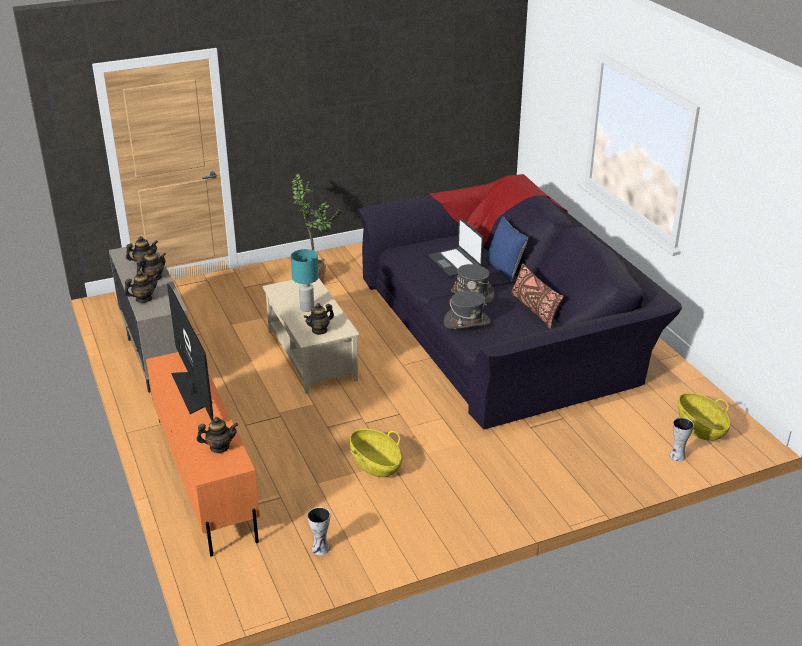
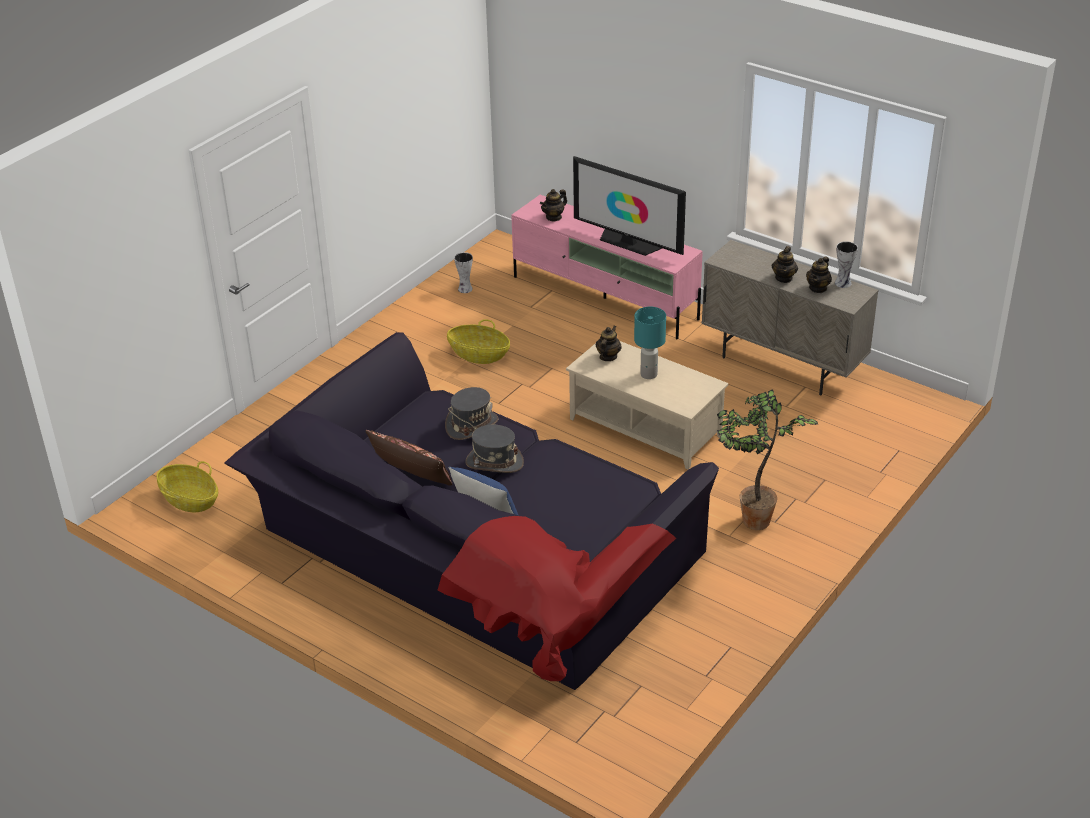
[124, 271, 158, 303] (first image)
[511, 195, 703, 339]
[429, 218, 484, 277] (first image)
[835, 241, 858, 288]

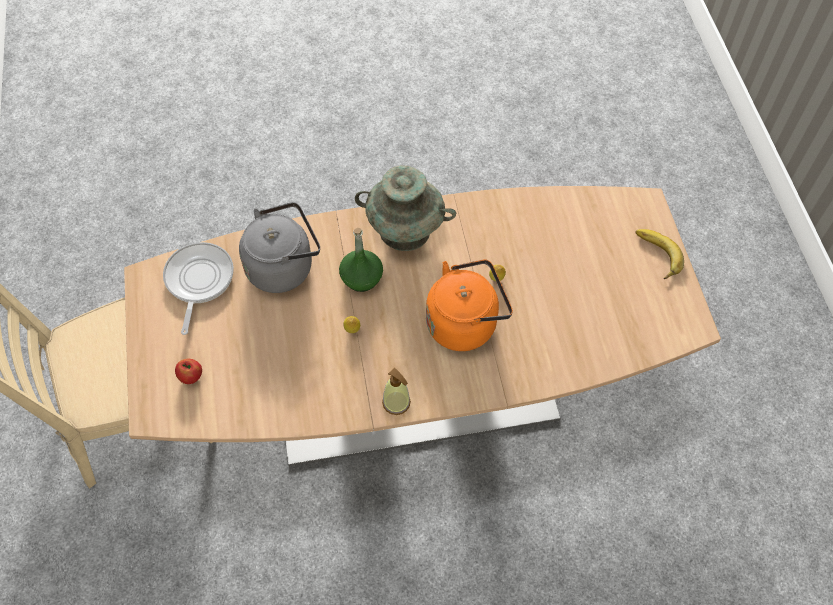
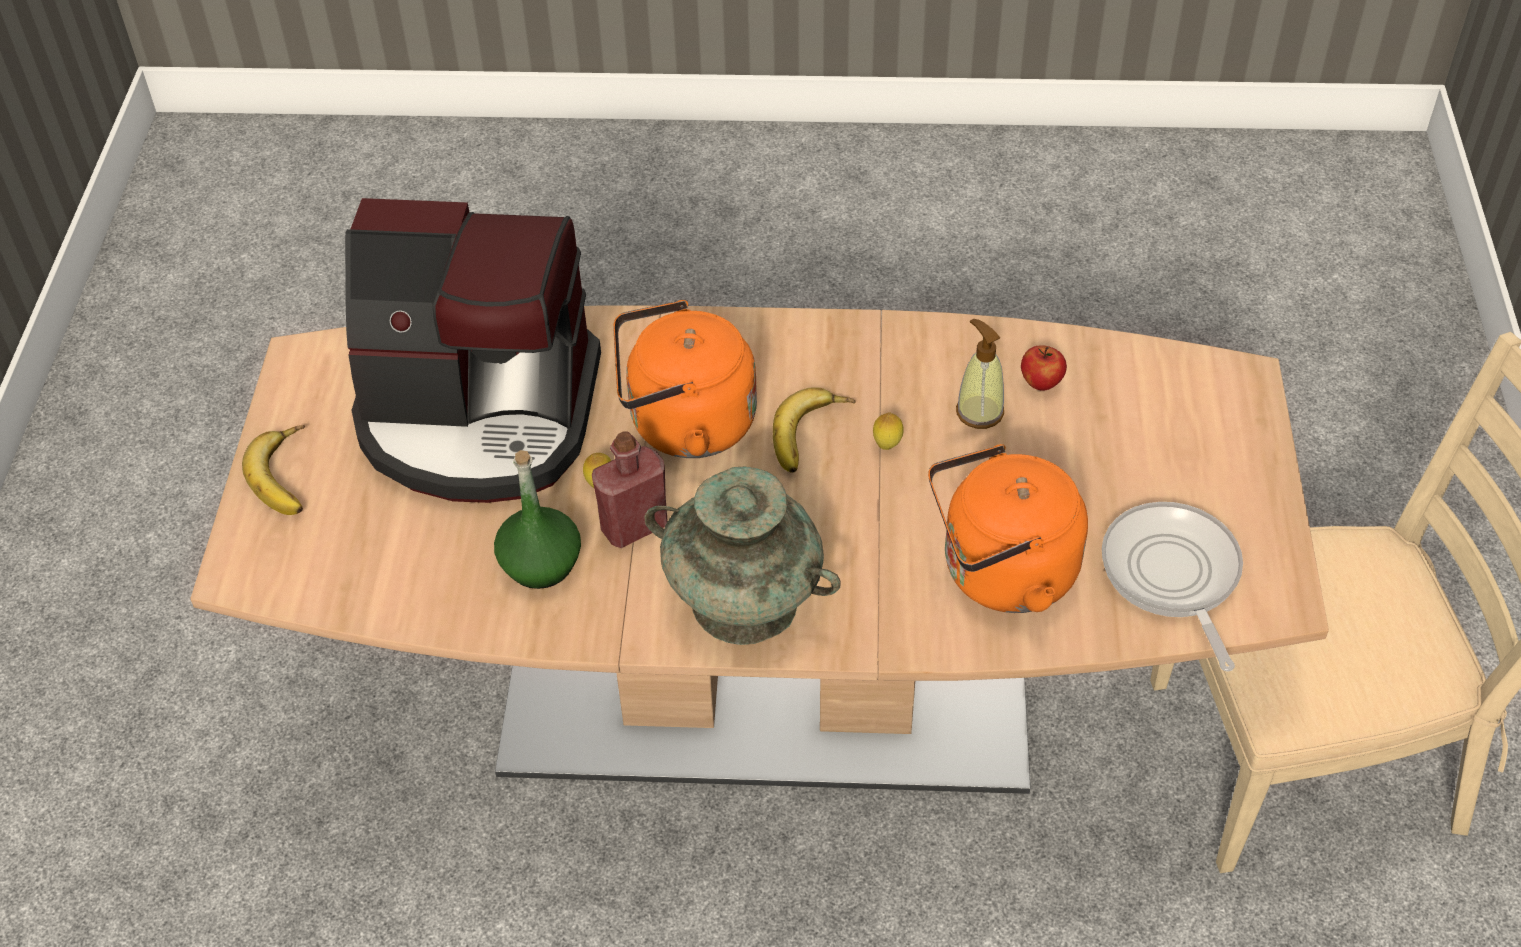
[1102, 502, 1243, 671]
[1021, 345, 1067, 391]
[928, 444, 1088, 613]
[494, 450, 581, 589]
[956, 319, 1004, 429]
[345, 198, 601, 503]
[592, 431, 667, 548]
[773, 387, 856, 473]

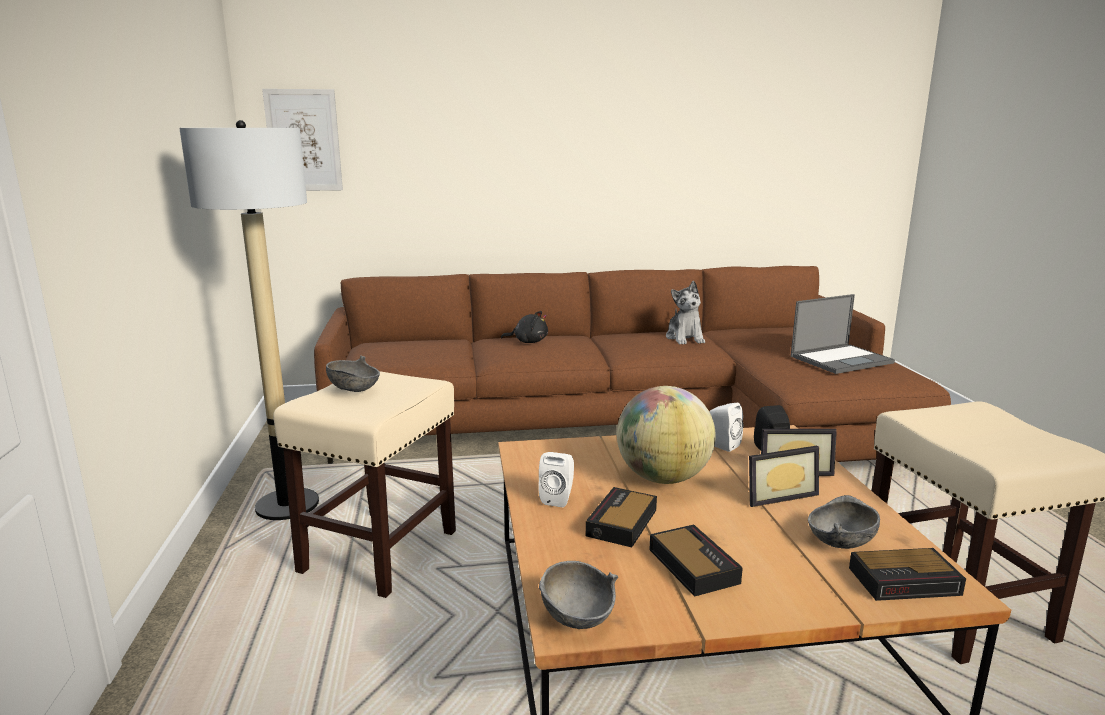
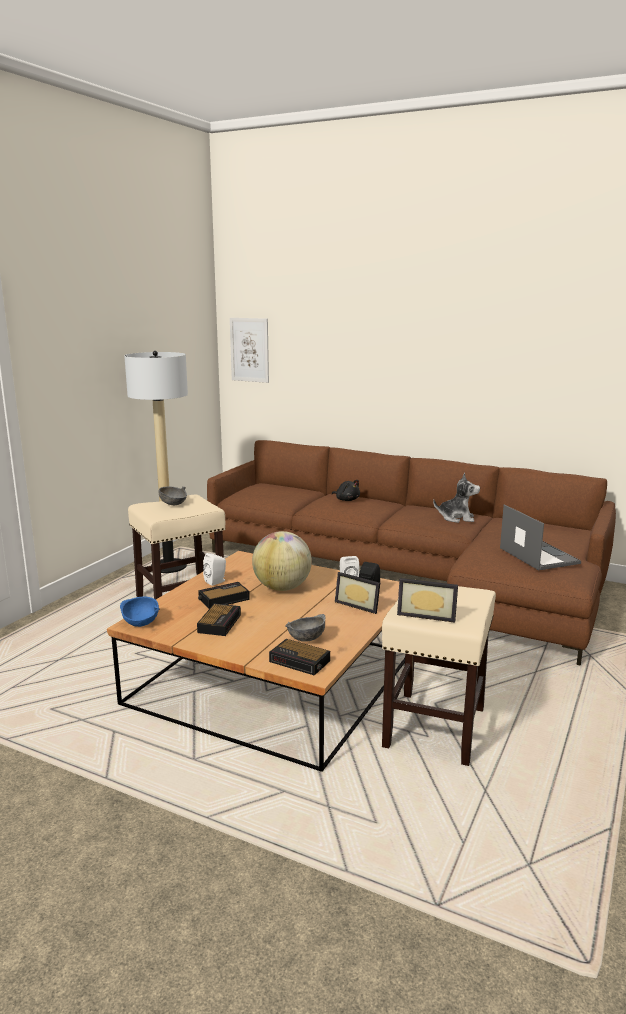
[120, 597, 160, 627]
[433, 473, 480, 523]
[397, 578, 458, 623]
[500, 504, 581, 570]

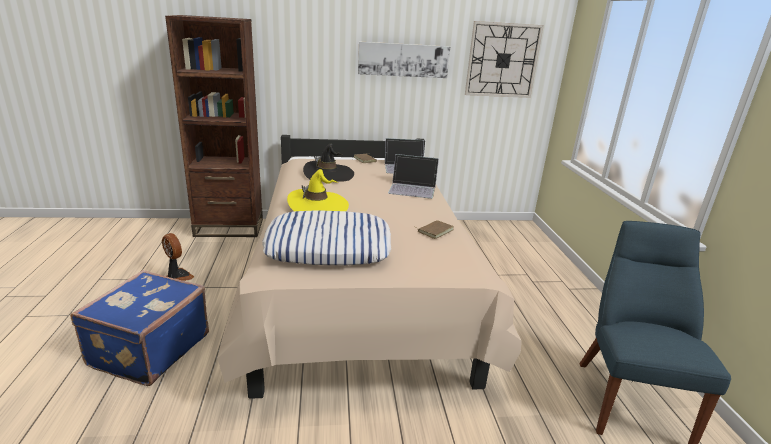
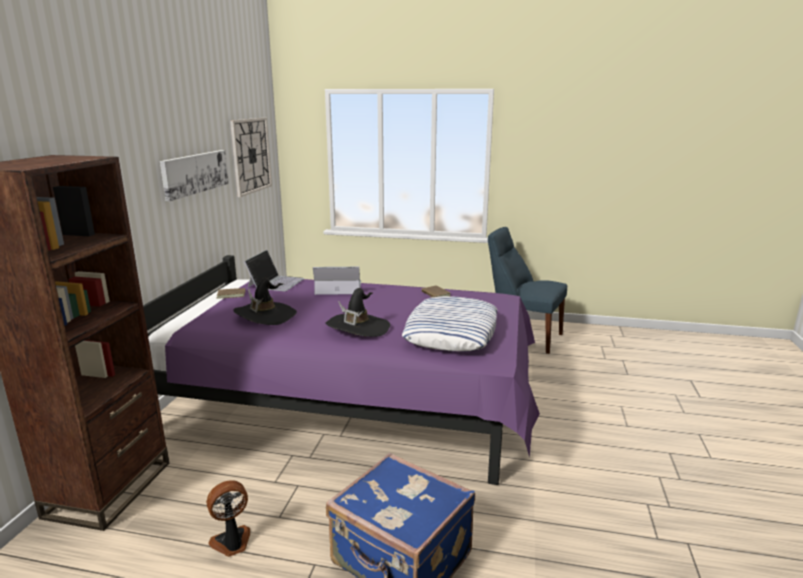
[143, 255, 540, 485]
[325, 288, 390, 337]
[313, 267, 361, 295]

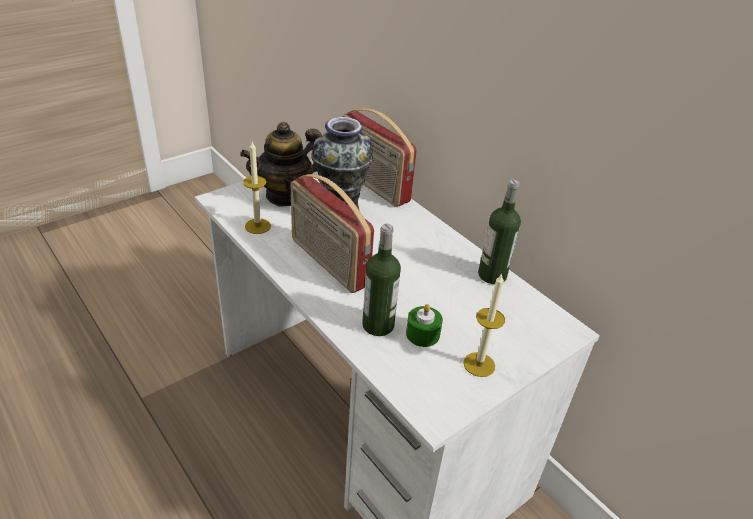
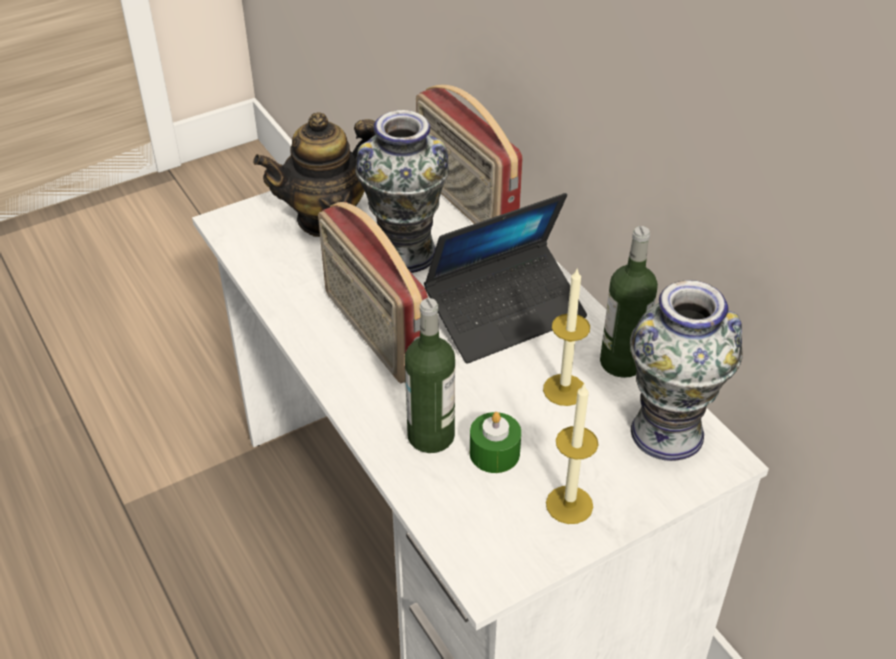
[543, 267, 590, 406]
[424, 193, 587, 363]
[630, 280, 743, 461]

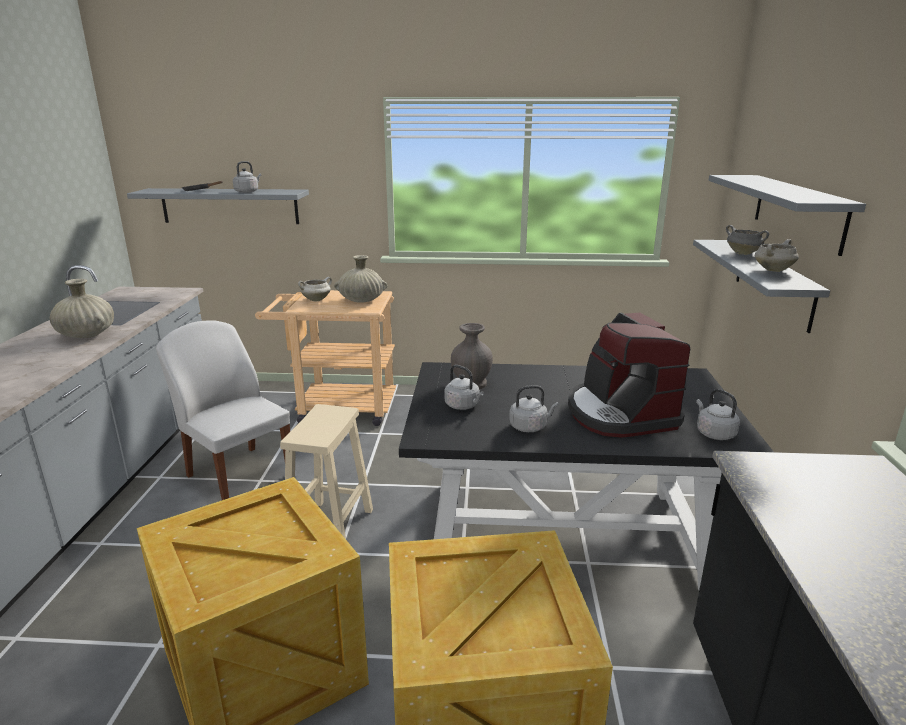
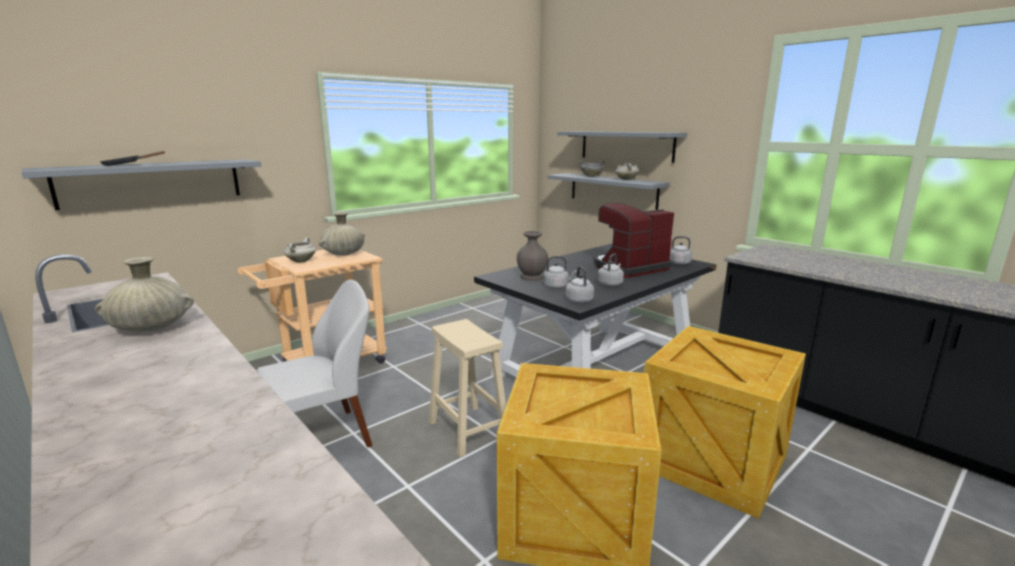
[257, 280, 372, 448]
[566, 266, 594, 303]
[593, 203, 674, 278]

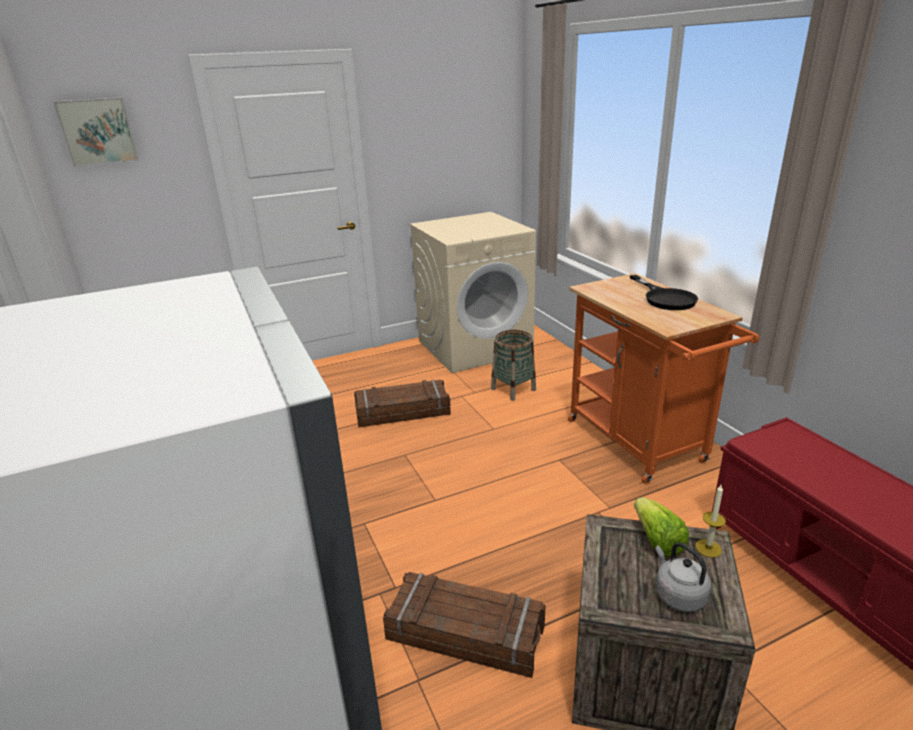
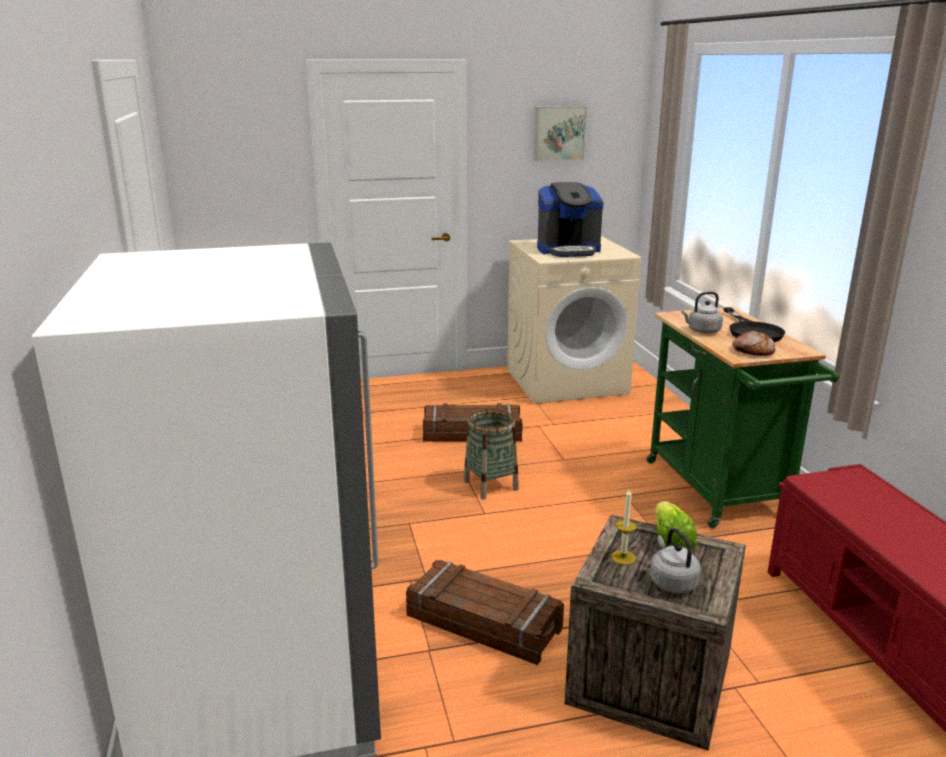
[534, 106, 587, 161]
[464, 409, 519, 499]
[646, 307, 840, 528]
[611, 489, 637, 565]
[537, 182, 603, 257]
[682, 292, 723, 334]
[732, 331, 775, 356]

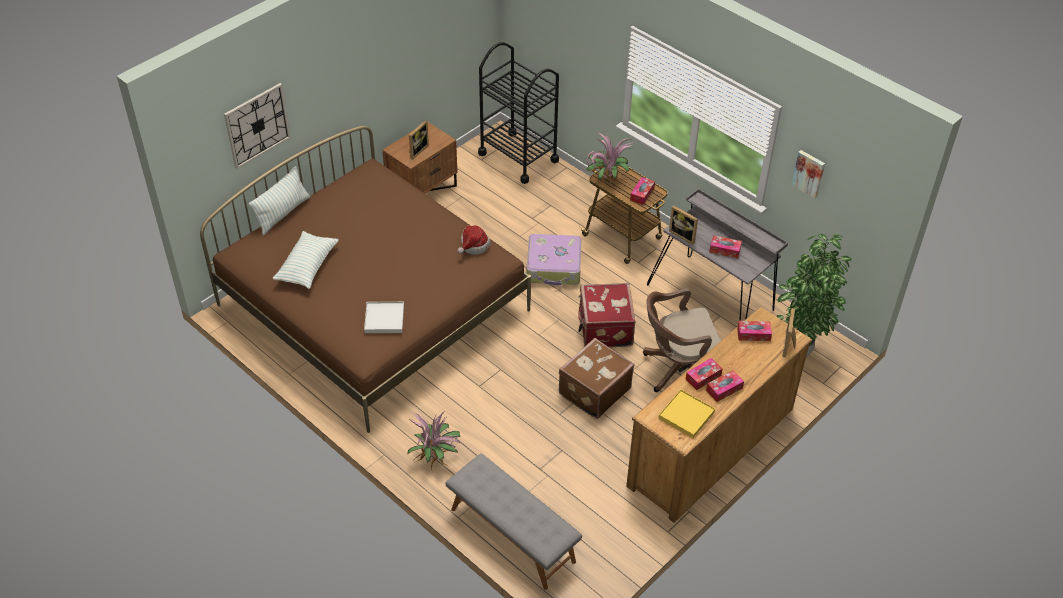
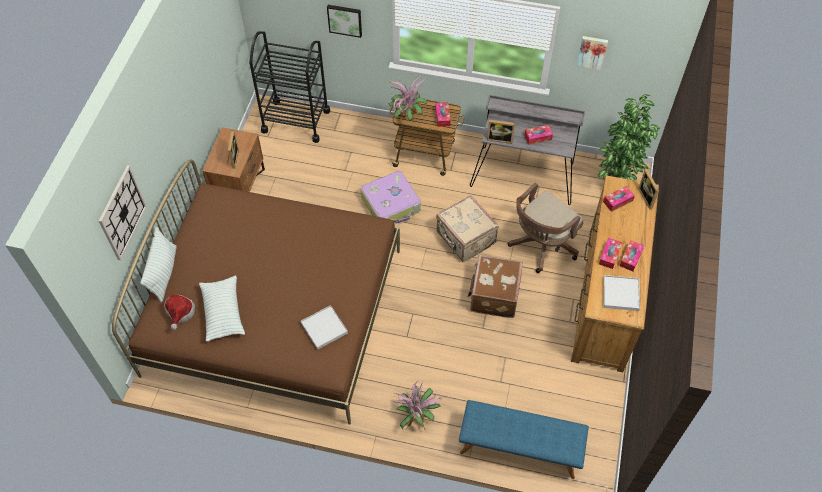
[459, 400, 589, 479]
[164, 295, 195, 330]
[436, 195, 498, 262]
[603, 275, 640, 311]
[327, 5, 362, 38]

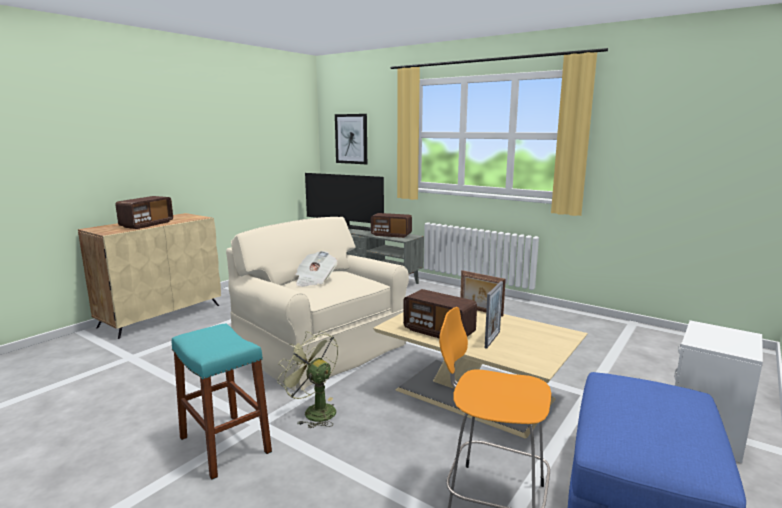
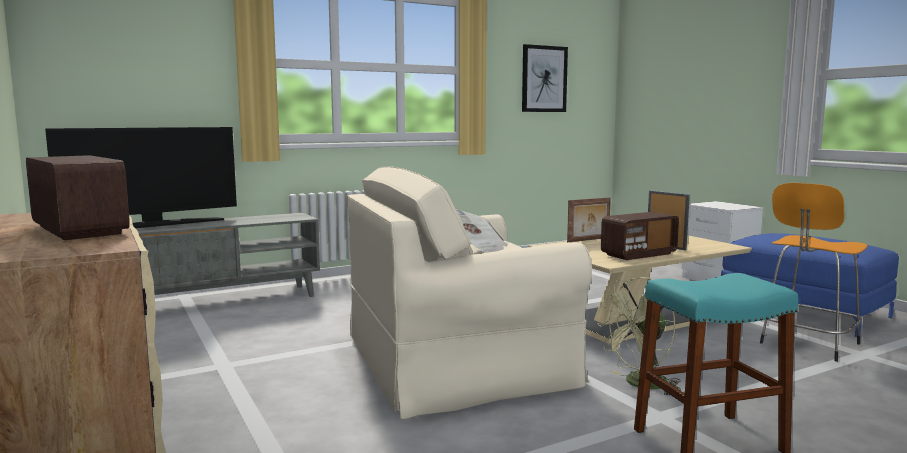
[522, 44, 568, 112]
[371, 213, 412, 238] (first image)

